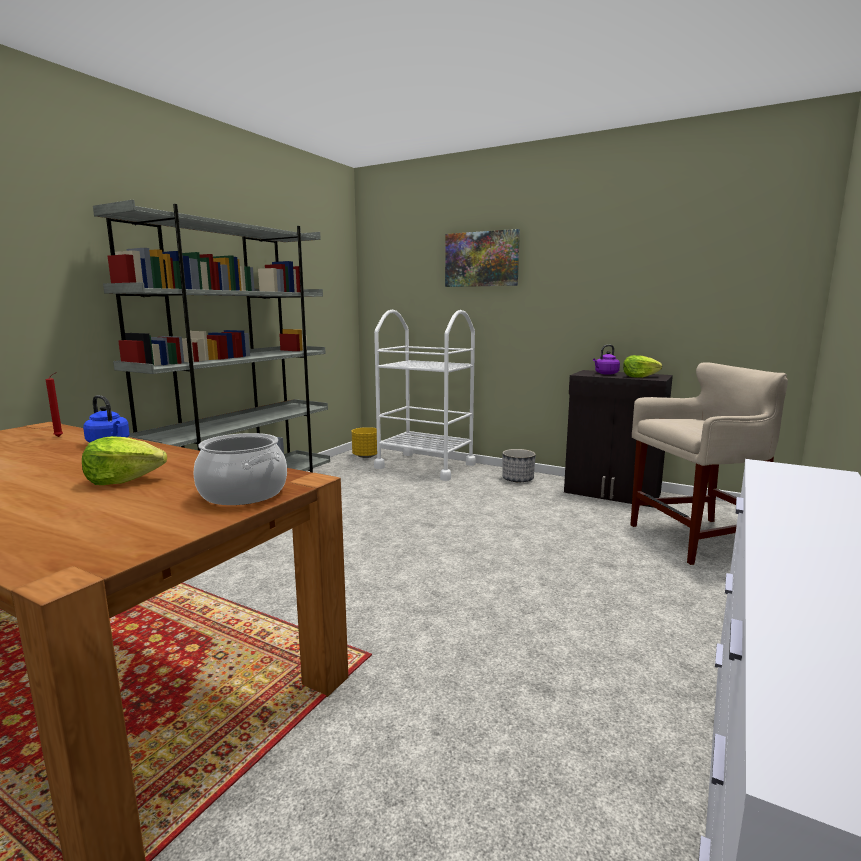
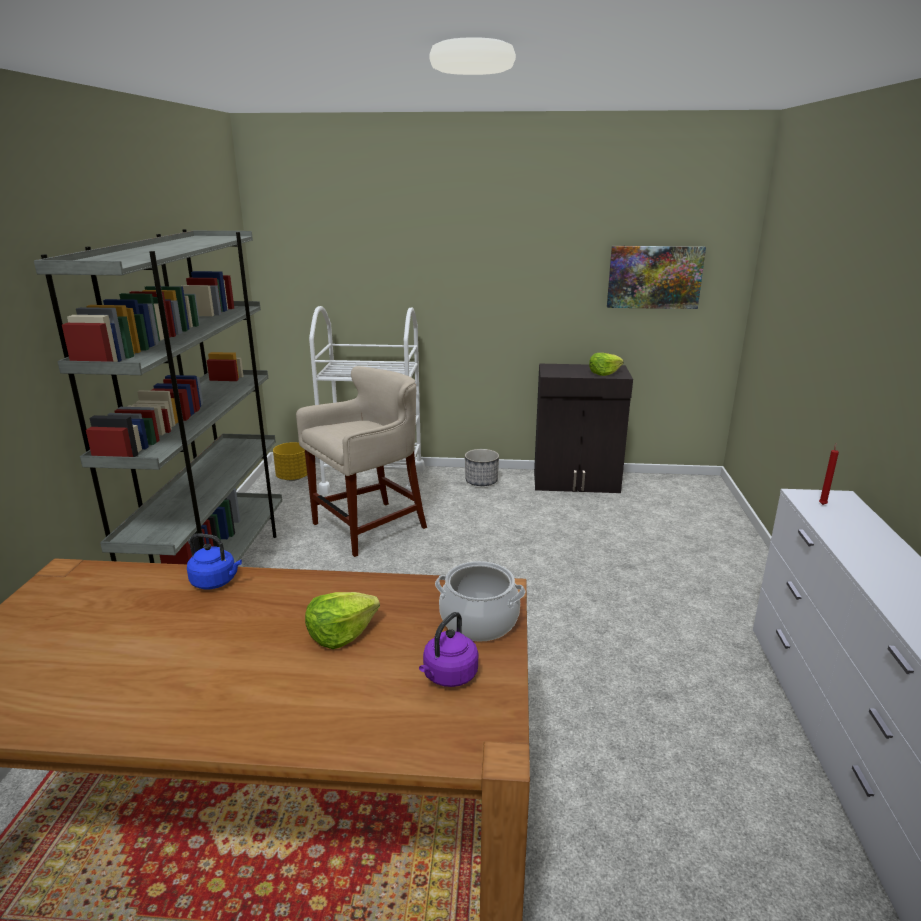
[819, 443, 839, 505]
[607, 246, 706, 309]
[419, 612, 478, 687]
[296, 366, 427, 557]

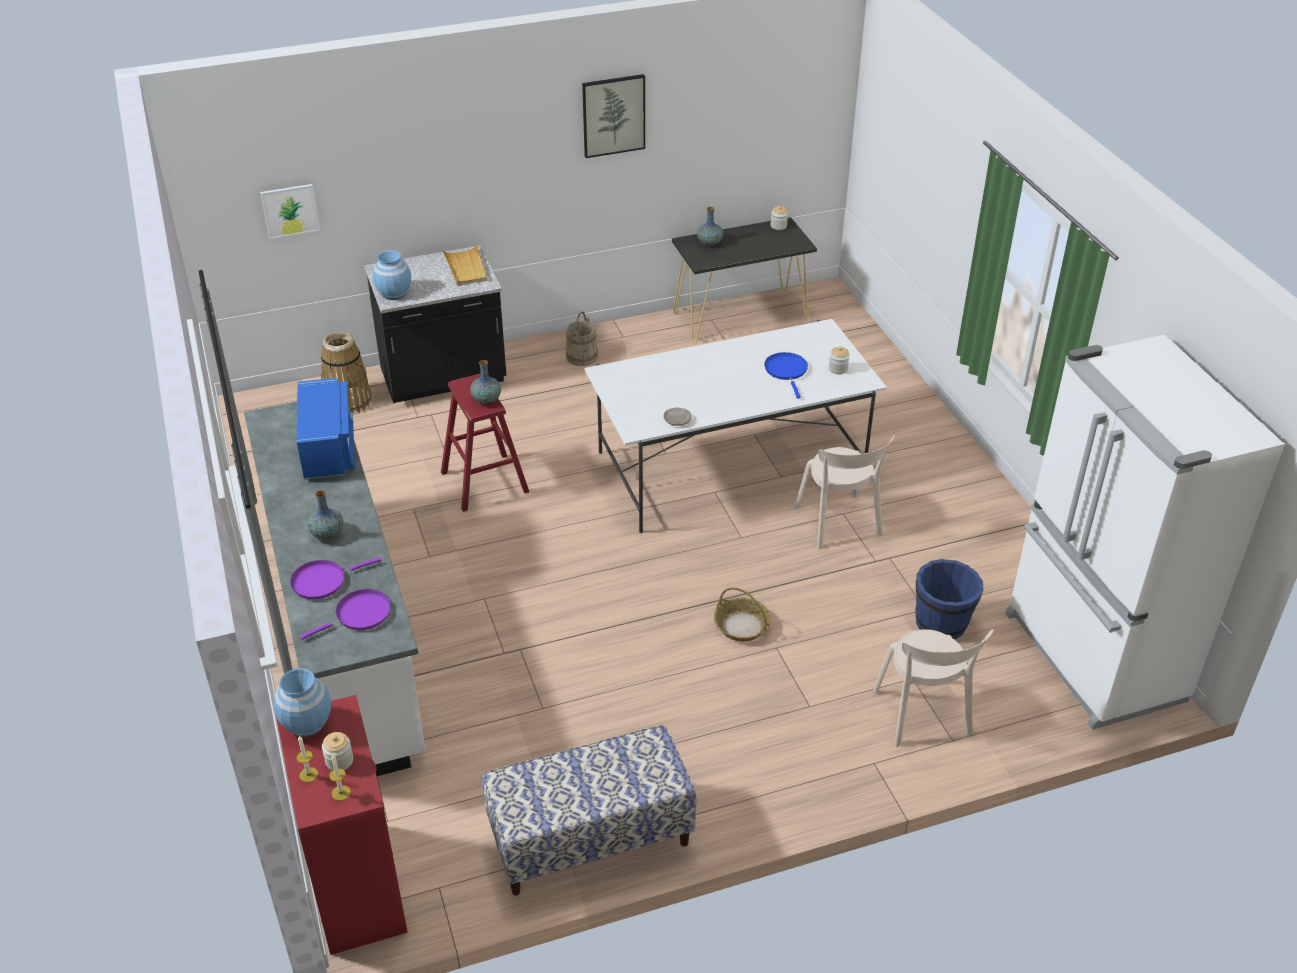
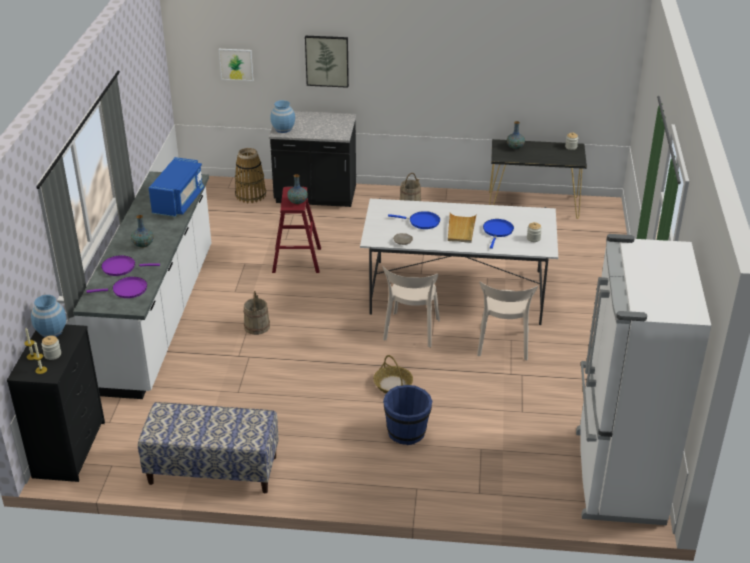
[7, 324, 105, 482]
[448, 213, 477, 243]
[305, 36, 349, 88]
[382, 266, 440, 347]
[383, 385, 432, 445]
[244, 291, 270, 335]
[388, 211, 440, 229]

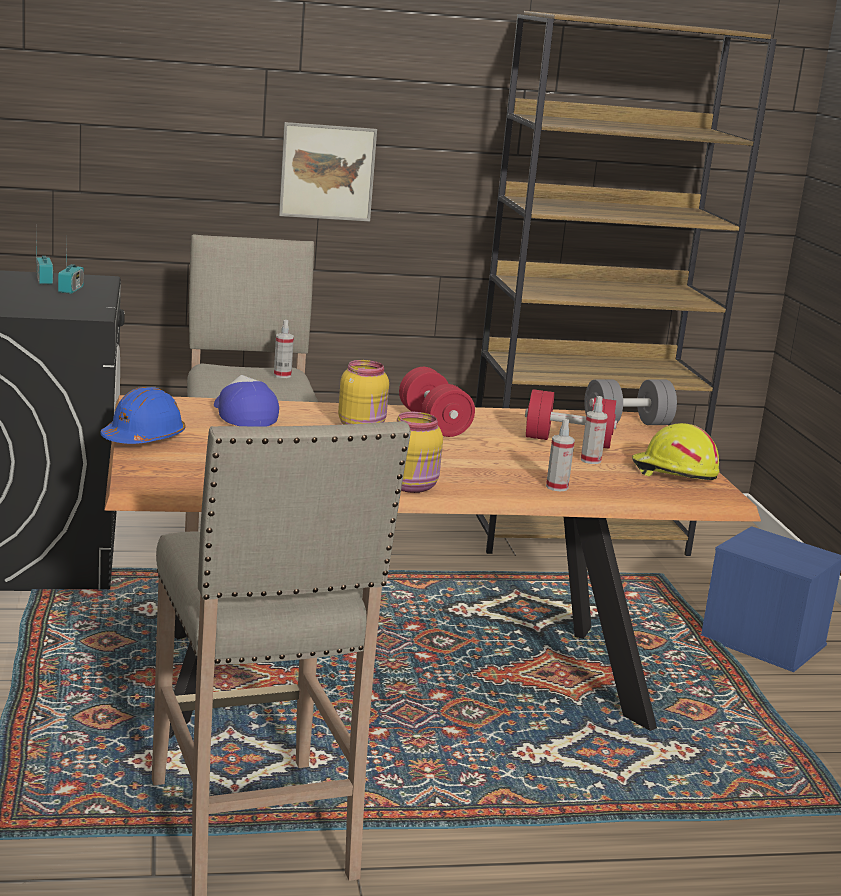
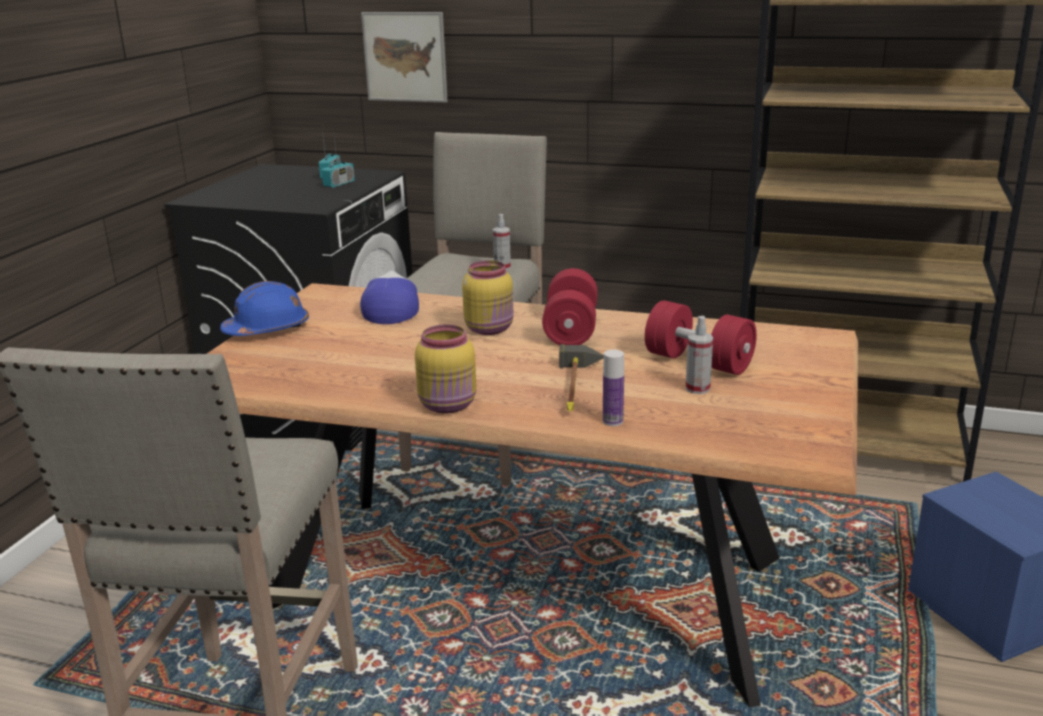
[361, 12, 447, 102]
[603, 350, 624, 426]
[584, 379, 677, 425] (first image)
[632, 423, 719, 480] (first image)
[559, 344, 604, 411]

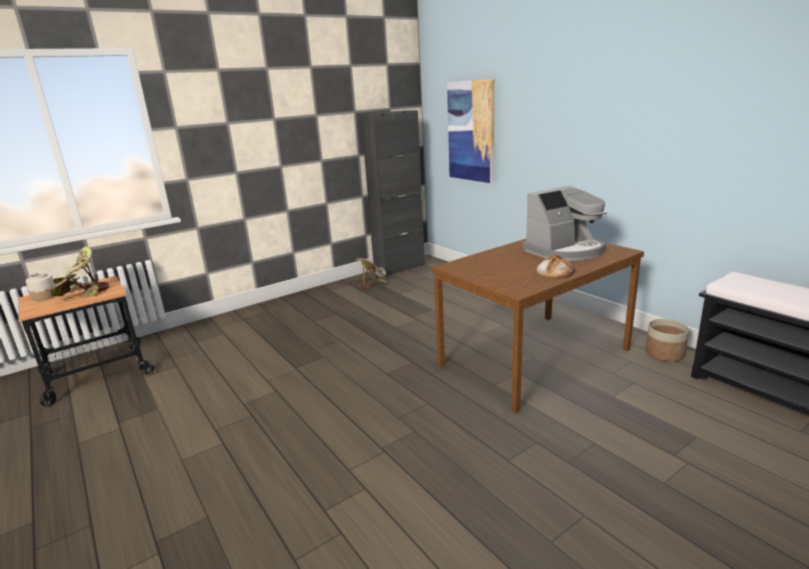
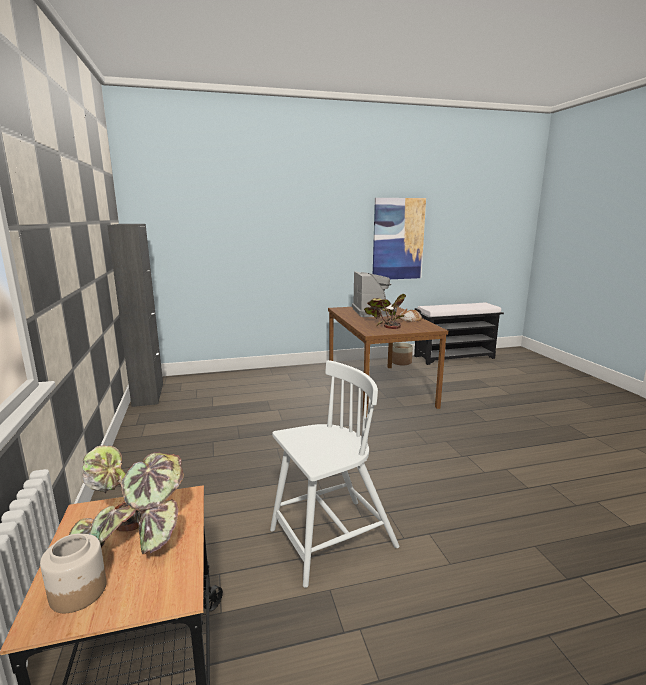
[364, 294, 406, 329]
[373, 198, 426, 279]
[270, 360, 399, 588]

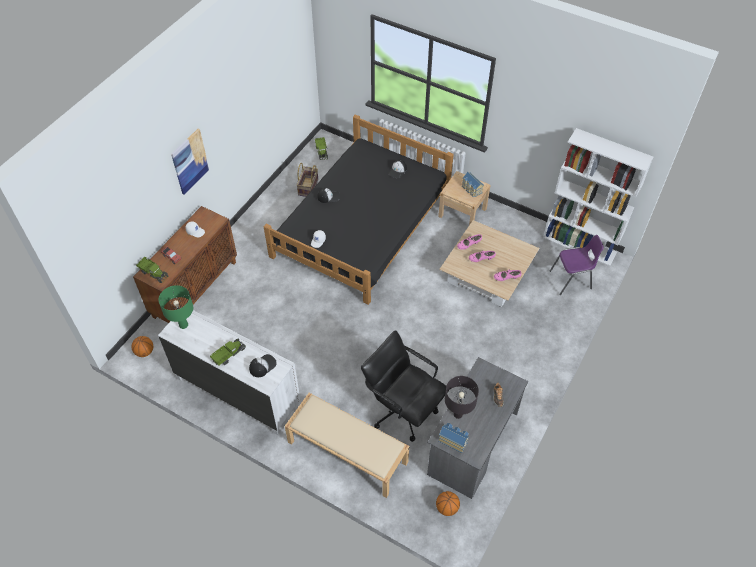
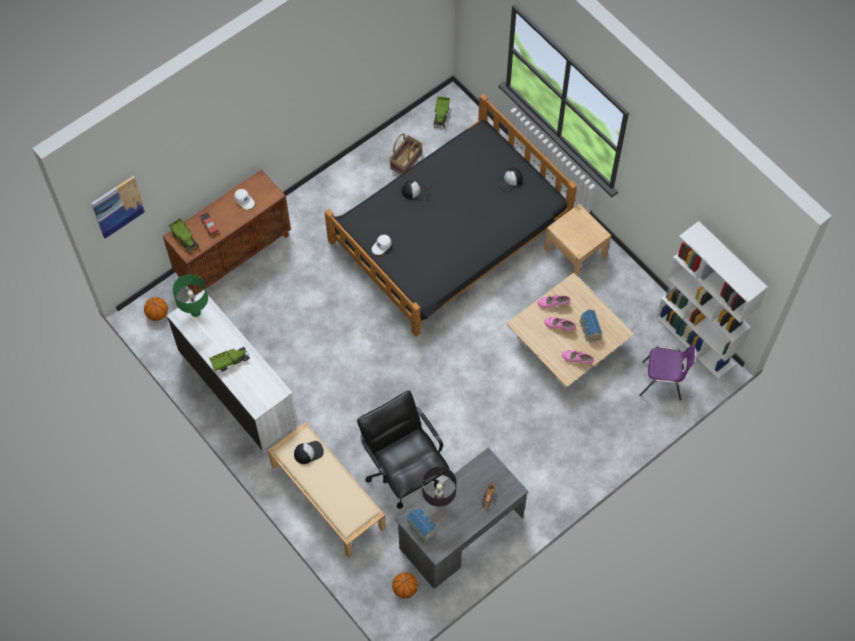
[91, 176, 145, 238]
[294, 441, 324, 464]
[580, 309, 602, 342]

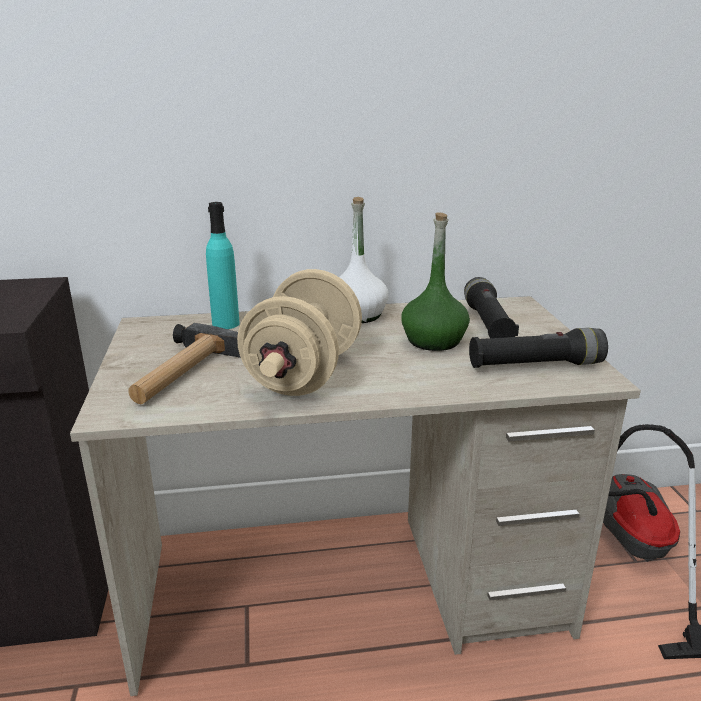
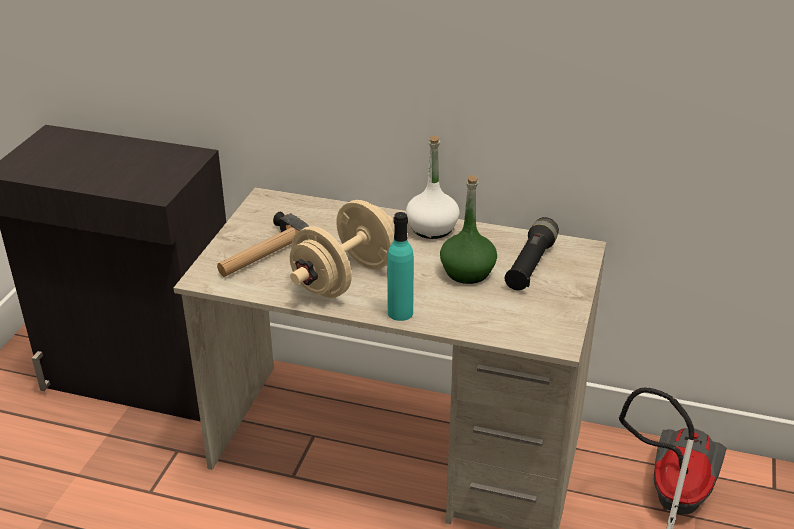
[387, 212, 414, 321]
[469, 328, 608, 368] (first image)

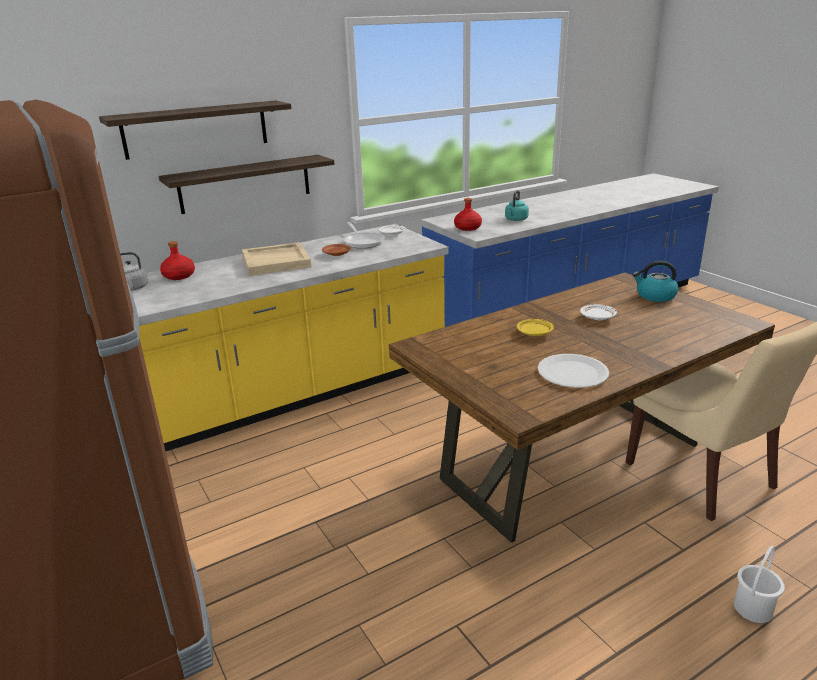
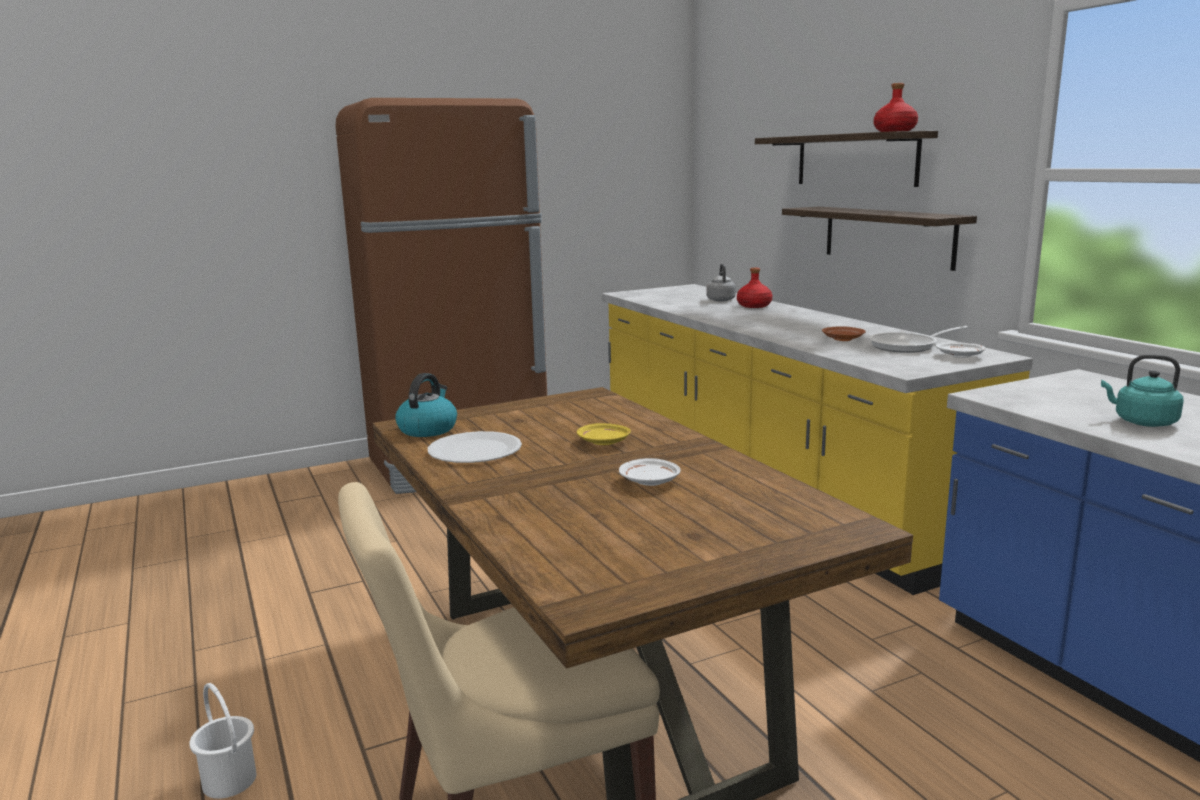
[242, 242, 311, 276] (first image)
[874, 83, 918, 132]
[395, 373, 457, 437]

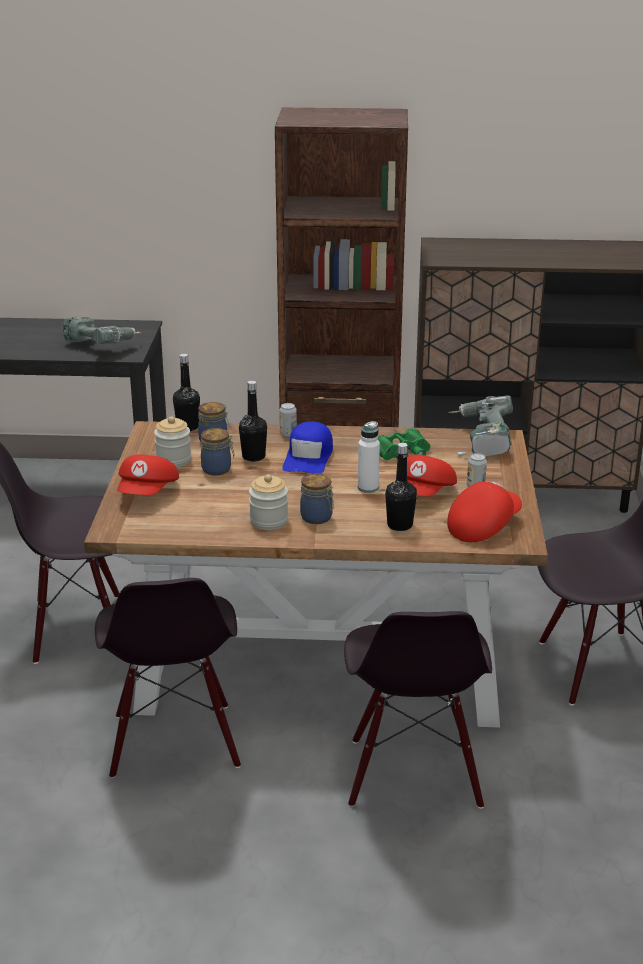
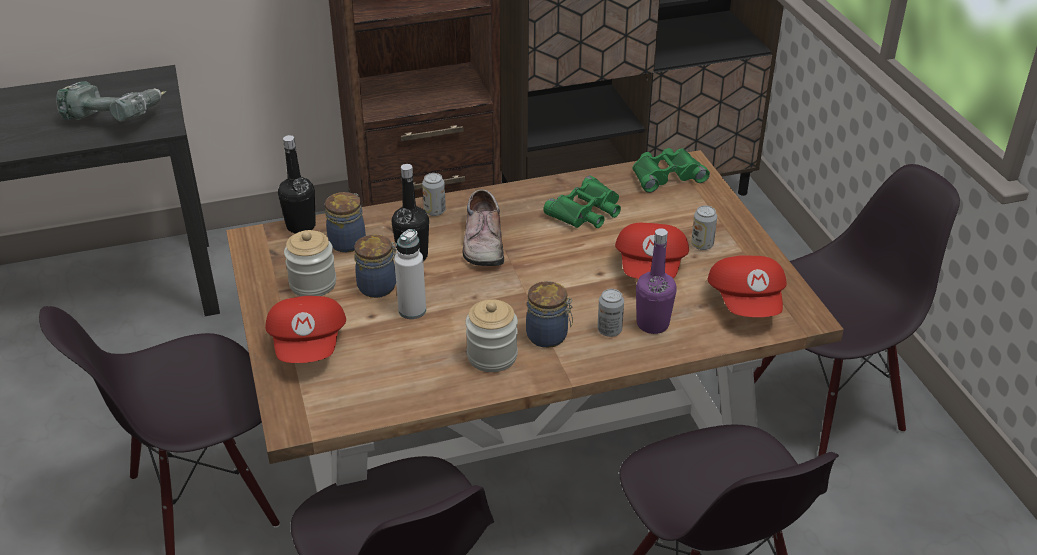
[463, 189, 504, 266]
[394, 229, 426, 319]
[636, 228, 677, 334]
[708, 255, 787, 317]
[633, 148, 710, 193]
[597, 289, 624, 337]

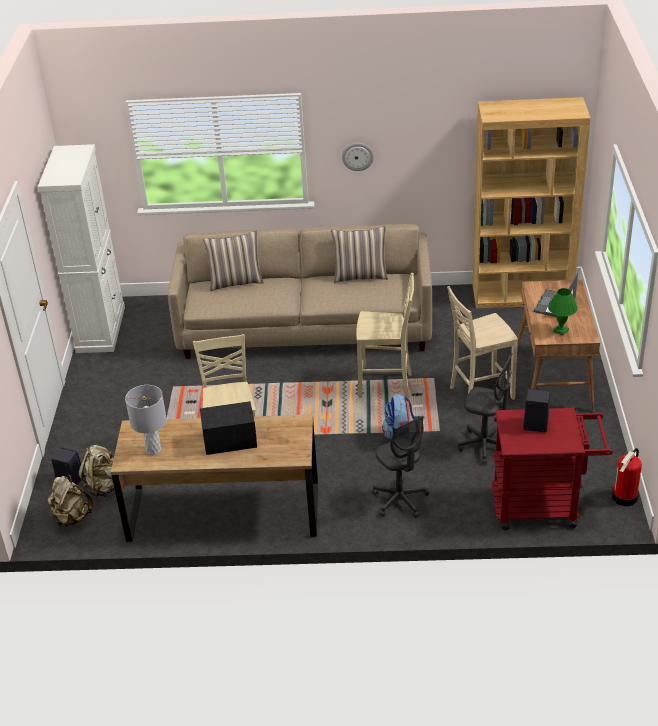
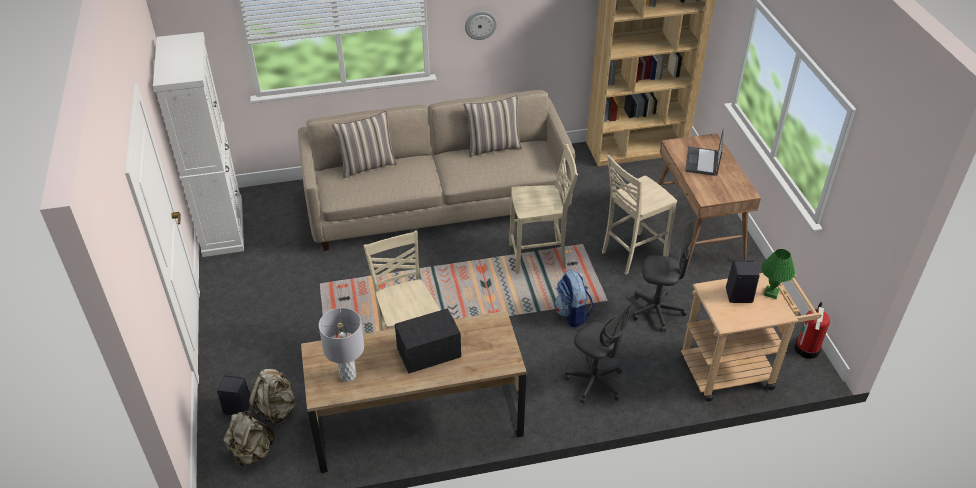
[681, 273, 822, 402]
[761, 249, 795, 299]

